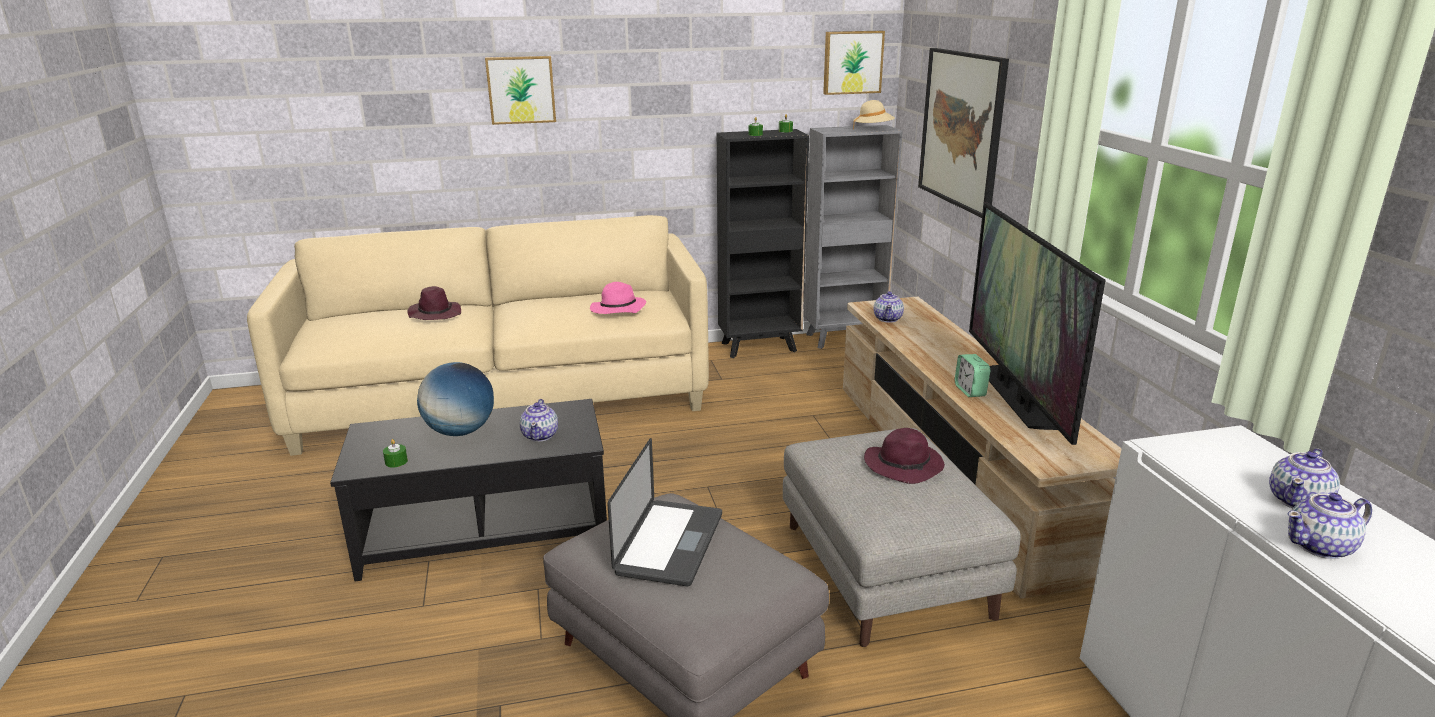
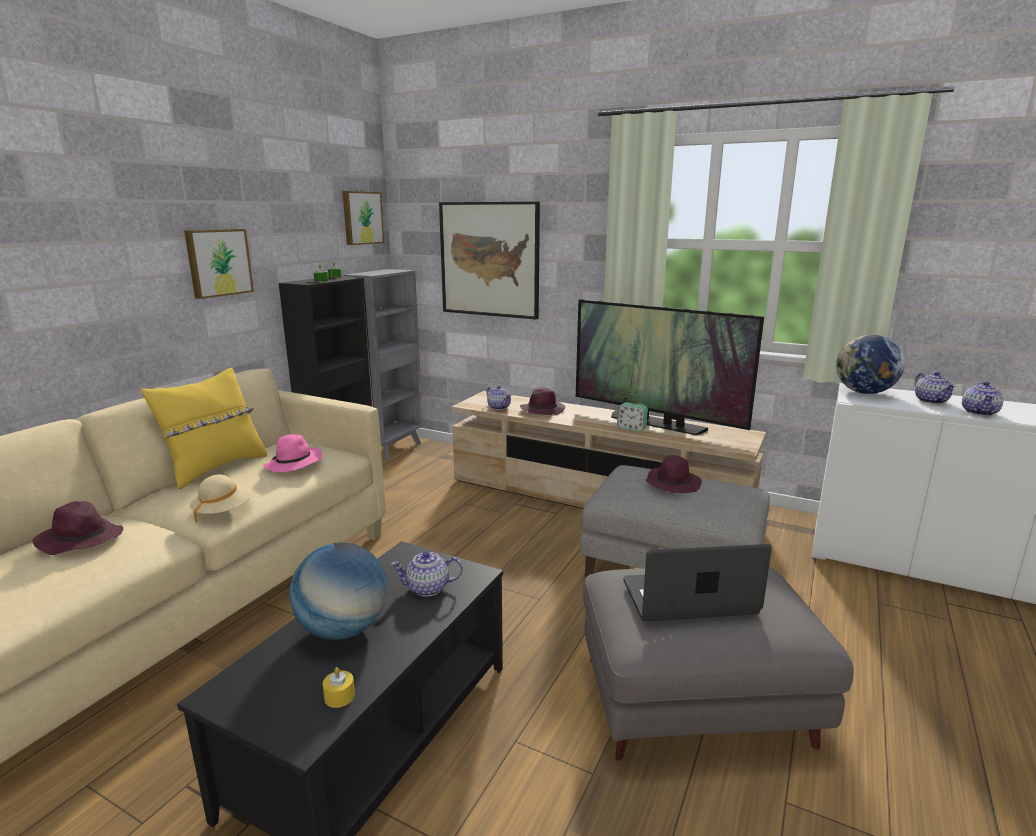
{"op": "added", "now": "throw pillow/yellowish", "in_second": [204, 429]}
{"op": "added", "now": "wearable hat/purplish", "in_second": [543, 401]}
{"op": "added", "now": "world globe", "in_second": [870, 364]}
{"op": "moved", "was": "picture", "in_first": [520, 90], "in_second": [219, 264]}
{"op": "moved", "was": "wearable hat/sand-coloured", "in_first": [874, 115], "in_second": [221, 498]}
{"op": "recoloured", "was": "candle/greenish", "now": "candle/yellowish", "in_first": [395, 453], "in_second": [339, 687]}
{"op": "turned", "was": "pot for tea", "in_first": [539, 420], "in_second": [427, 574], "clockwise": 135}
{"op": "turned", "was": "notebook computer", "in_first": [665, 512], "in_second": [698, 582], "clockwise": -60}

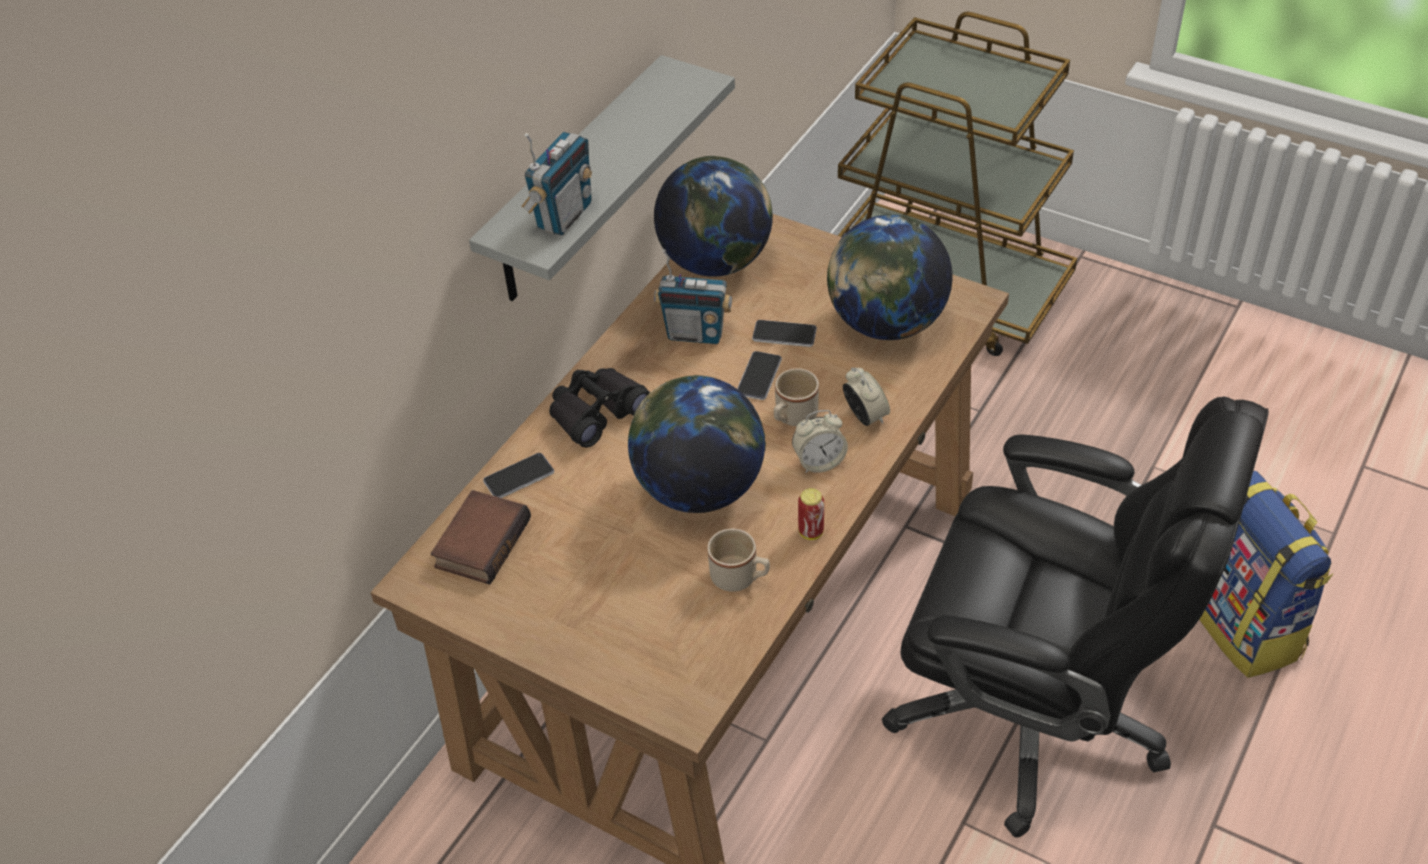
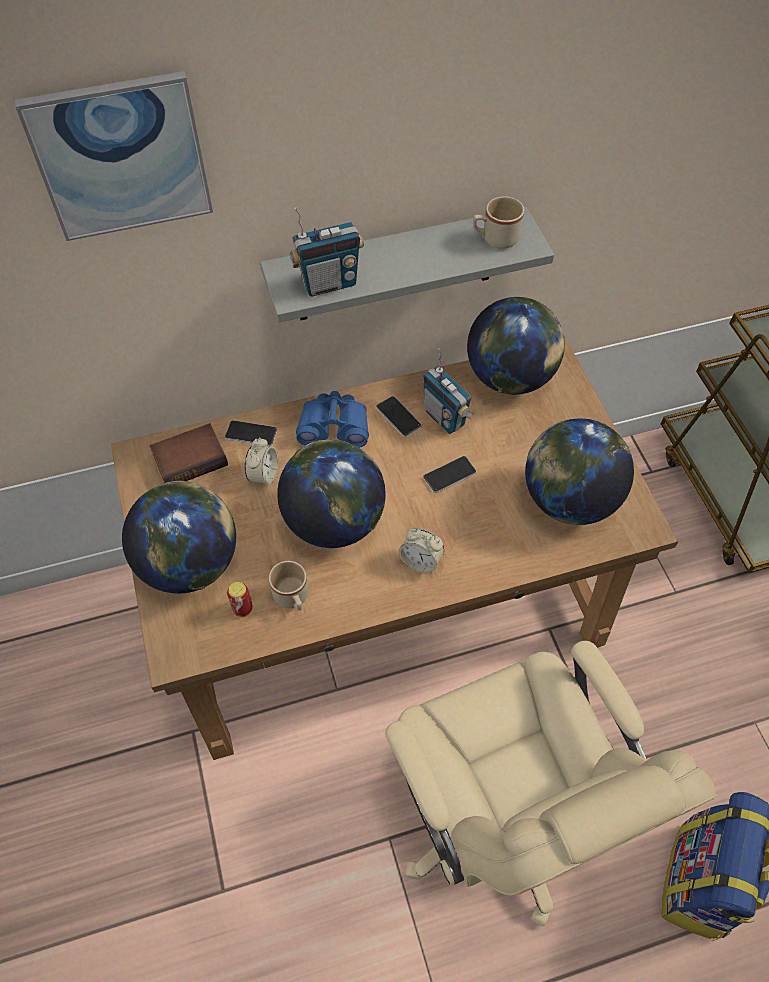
{"op": "added", "now": "picture", "in_second": [114, 156]}
{"op": "added", "now": "world globe", "in_second": [179, 537]}
{"op": "moved", "was": "phone", "in_first": [784, 333], "in_second": [398, 416]}
{"op": "moved", "was": "coffee mug/sand-coloured", "in_first": [796, 397], "in_second": [498, 222]}
{"op": "moved", "was": "sealed can", "in_first": [811, 514], "in_second": [240, 599]}
{"op": "moved", "was": "table clock", "in_first": [866, 397], "in_second": [261, 463]}
{"op": "recoloured", "was": "binoculars/black", "now": "binoculars/blue-coloured", "in_first": [600, 408], "in_second": [332, 419]}
{"op": "recoloured", "was": "office chair/black", "now": "office chair/sand-coloured", "in_first": [1075, 617], "in_second": [551, 784]}

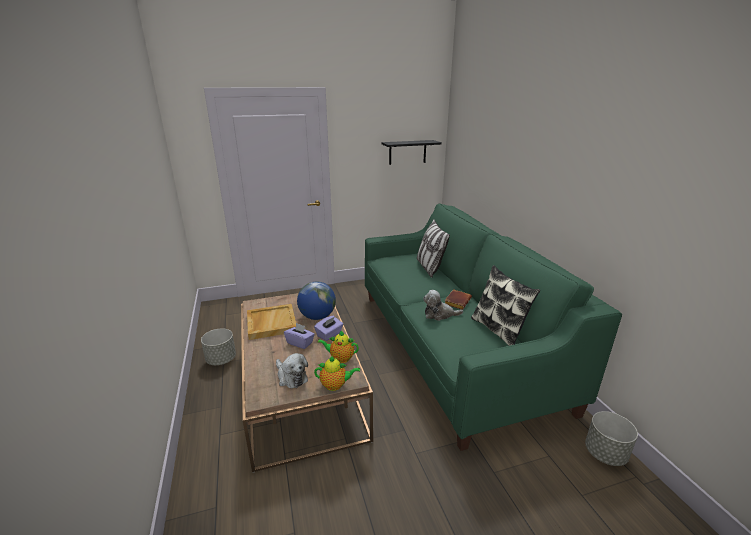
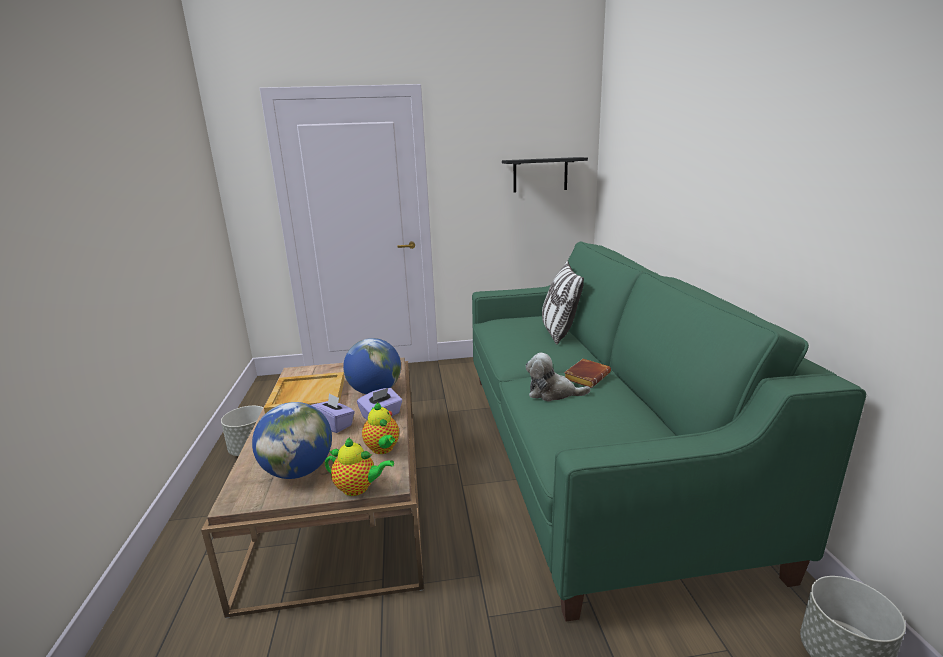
{"op": "removed", "was": "throw pillow", "in_first": [505, 305]}
{"op": "replaced", "was": "cuddly toy", "now": "world globe", "in_first": [292, 370], "in_second": [292, 440]}
{"op": "turned", "was": "pot for tea", "in_first": [338, 347], "in_second": [380, 428], "clockwise": -135}

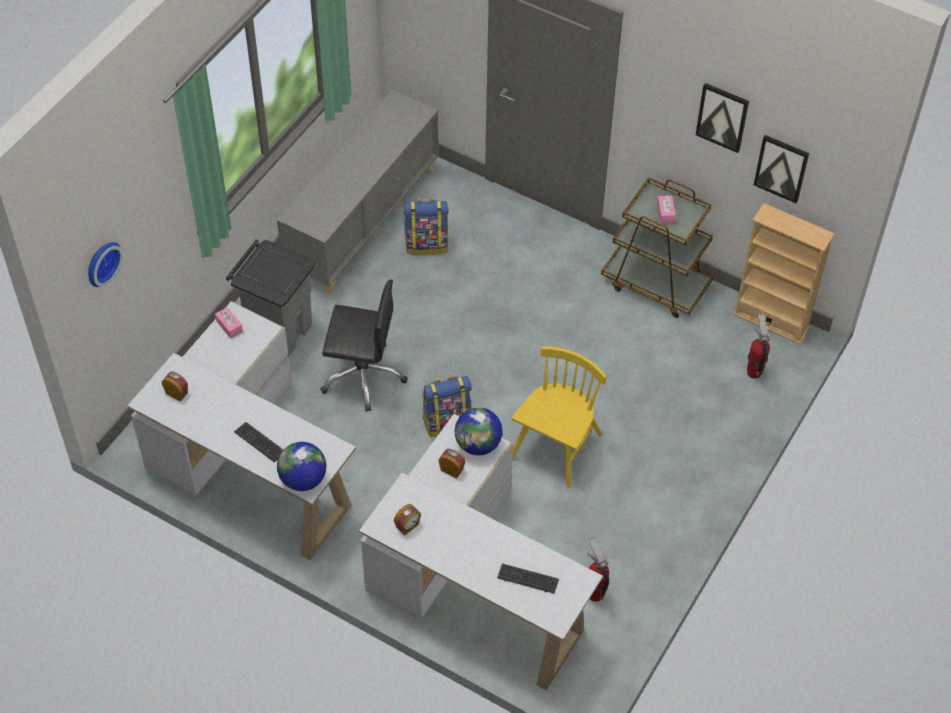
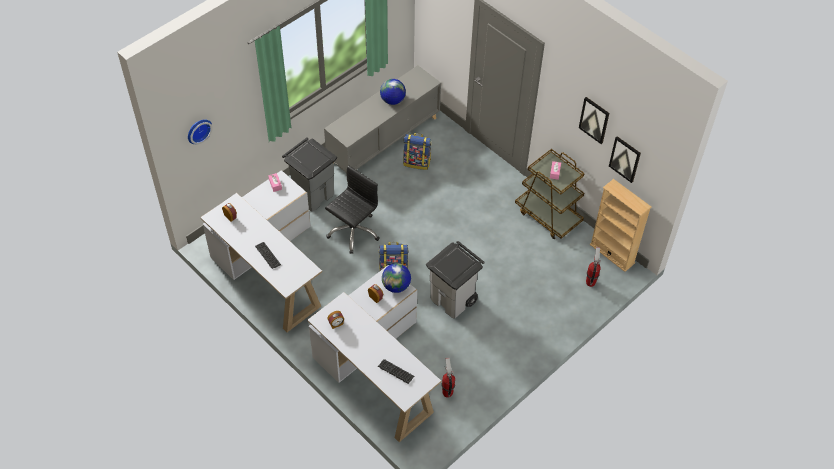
{"op": "moved", "was": "world globe", "in_first": [302, 466], "in_second": [393, 92]}
{"op": "replaced", "was": "chair/yellowish", "now": "waste bin/grey", "in_first": [559, 417], "in_second": [455, 280]}
{"op": "turned", "was": "office chair/black", "in_first": [364, 346], "in_second": [352, 209], "clockwise": -75}

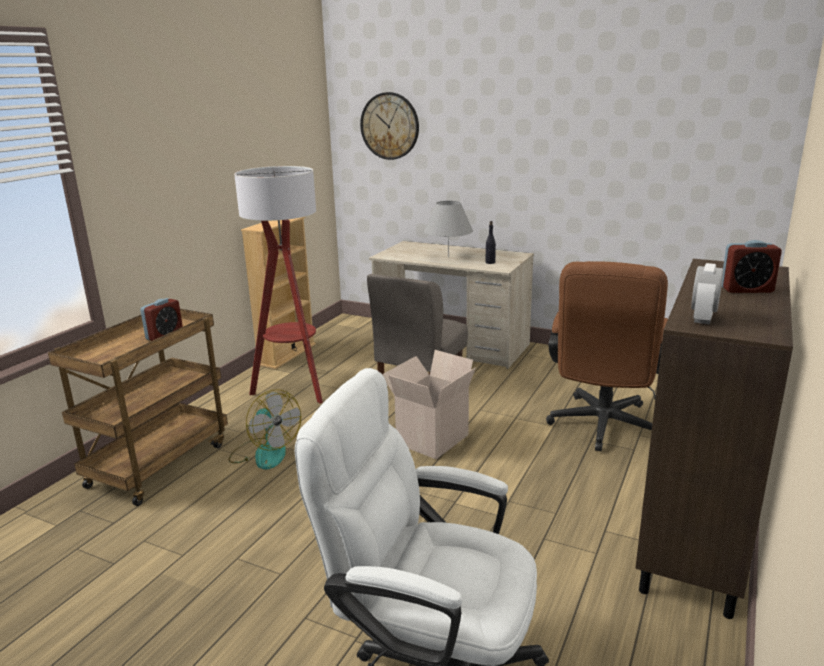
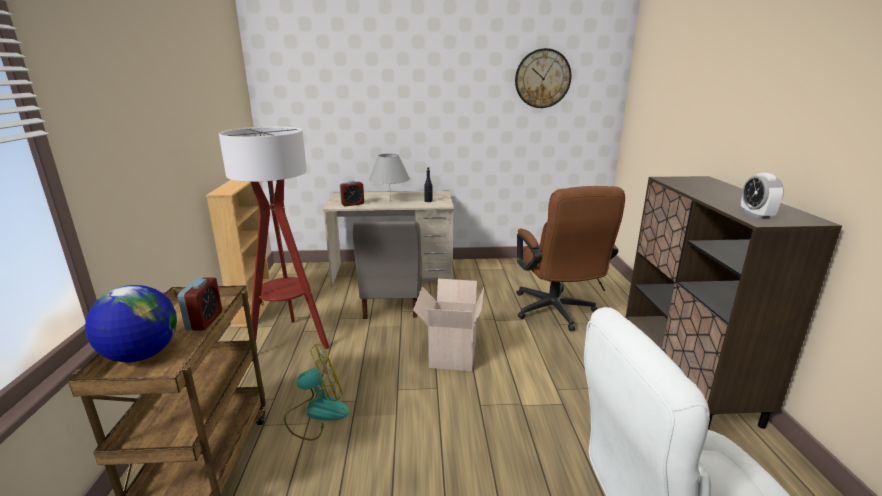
{"op": "added", "now": "world globe", "in_second": [131, 323]}
{"op": "moved", "was": "hanging clock", "in_first": [389, 126], "in_second": [543, 78]}
{"op": "moved", "was": "table clock", "in_first": [752, 266], "in_second": [352, 193]}
{"op": "turned", "was": "fan", "in_first": [264, 430], "in_second": [316, 392], "clockwise": -45}

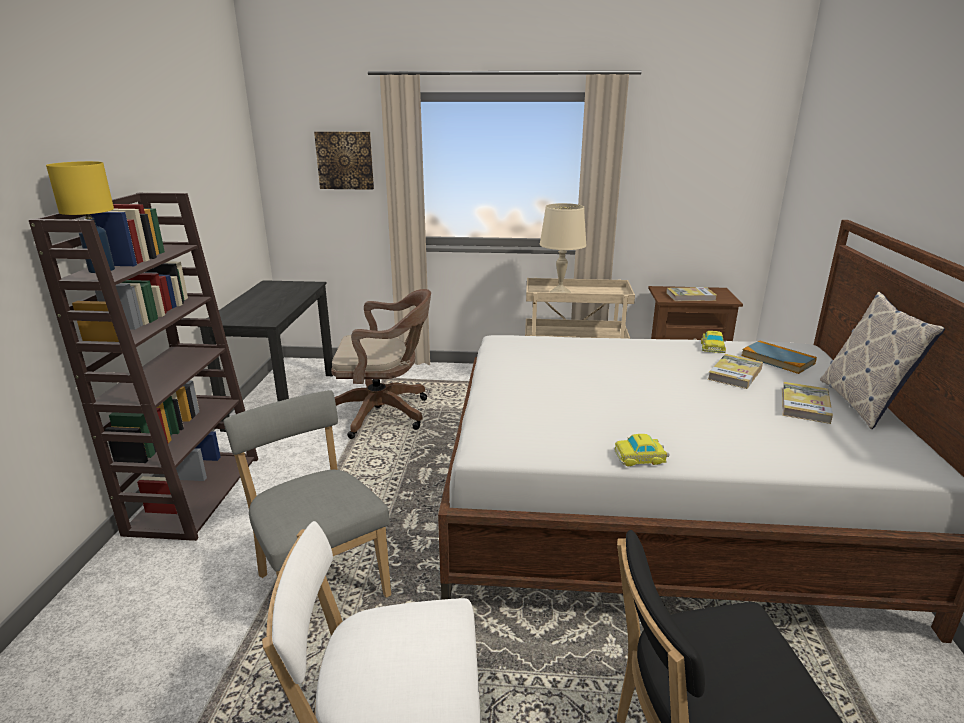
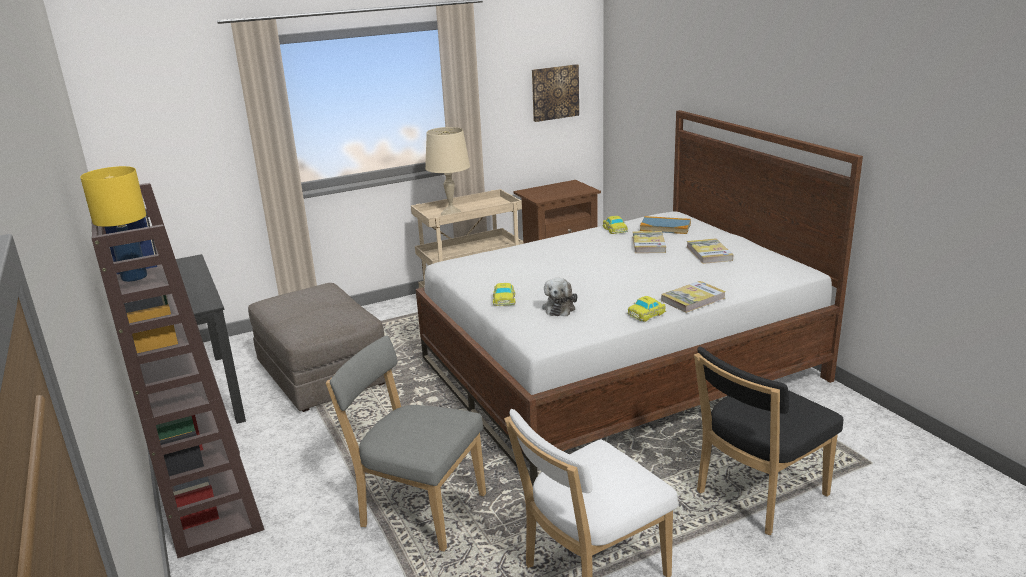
{"op": "removed", "was": "throw pillow", "in_first": [882, 360]}
{"op": "added", "now": "toy car", "in_second": [504, 294]}
{"op": "added", "now": "cuddly toy", "in_second": [559, 297]}
{"op": "moved", "was": "picture", "in_first": [344, 160], "in_second": [555, 93]}
{"op": "moved", "was": "volume", "in_first": [691, 294], "in_second": [693, 297]}
{"op": "replaced", "was": "office chair/brownish", "now": "ottoman/grey", "in_first": [381, 364], "in_second": [317, 347]}

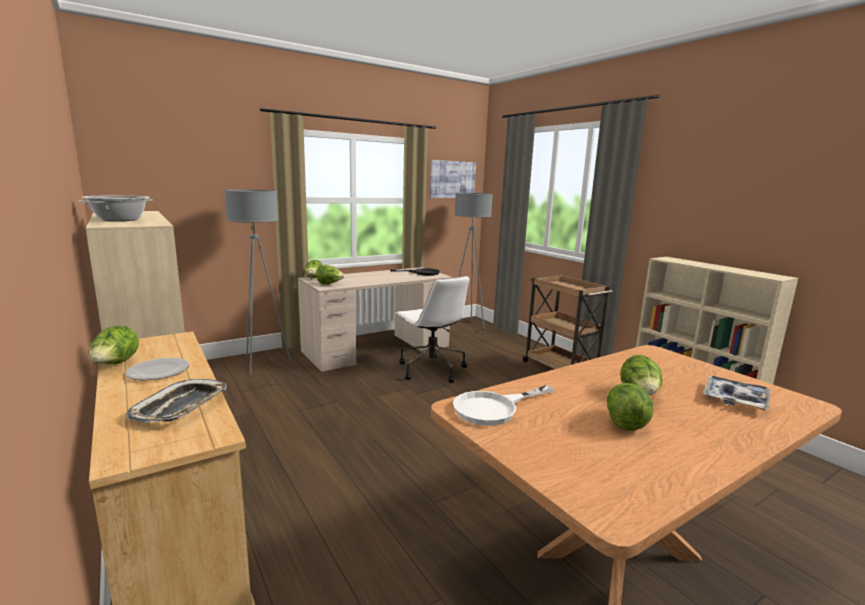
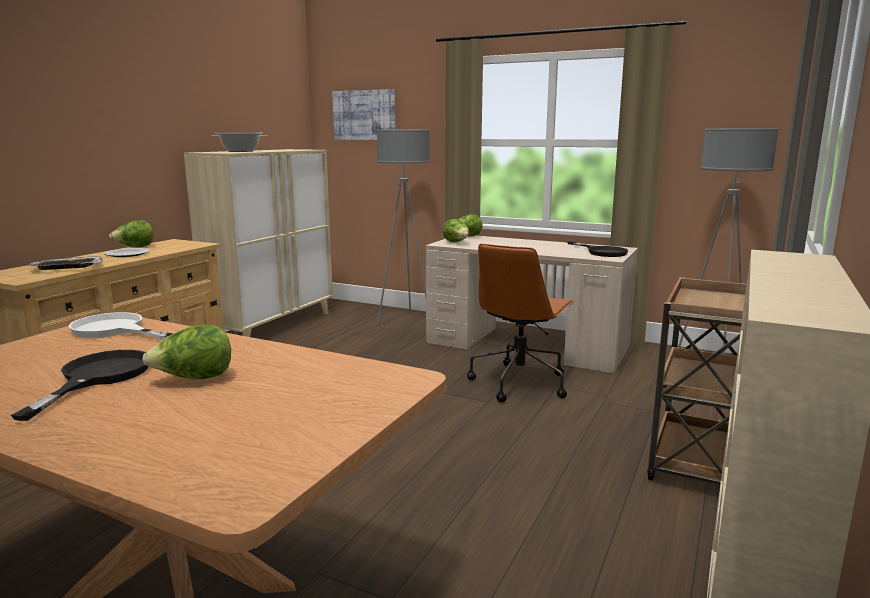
{"op": "removed", "was": "serving tray", "in_first": [737, 392]}
{"op": "moved", "was": "picture", "in_first": [453, 179], "in_second": [364, 114]}
{"op": "replaced", "was": "lettuce", "now": "frying pan/black", "in_first": [630, 407], "in_second": [79, 385]}
{"op": "recoloured", "was": "office chair/whitish", "now": "office chair/brownish", "in_first": [431, 329], "in_second": [520, 323]}

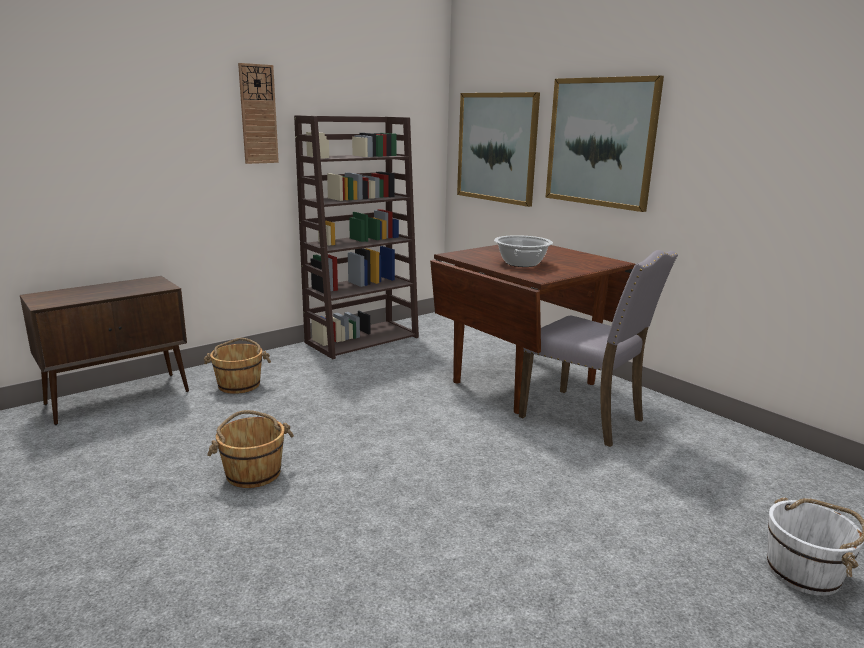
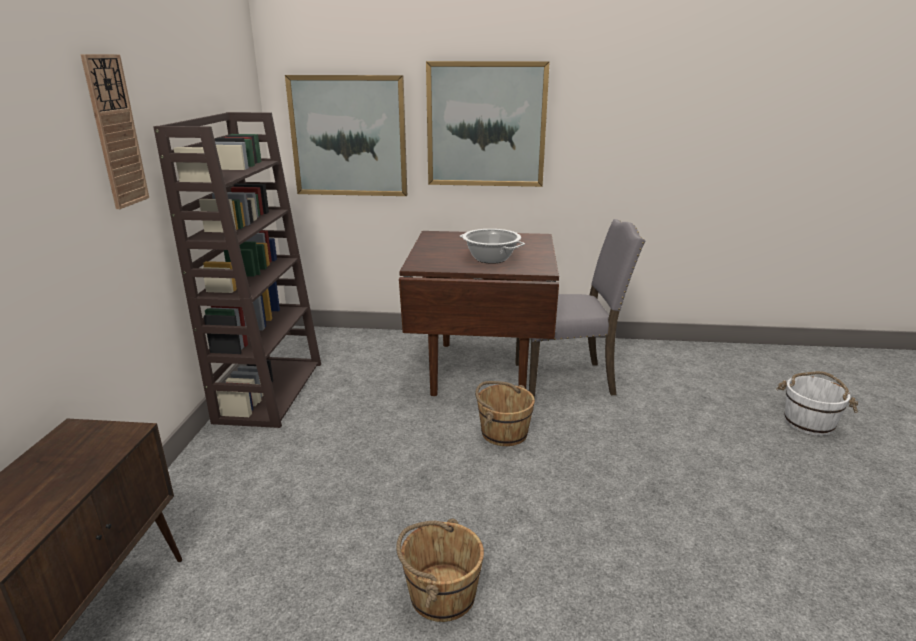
{"op": "moved", "was": "water bucket/brownish", "in_first": [237, 366], "in_second": [505, 413]}

